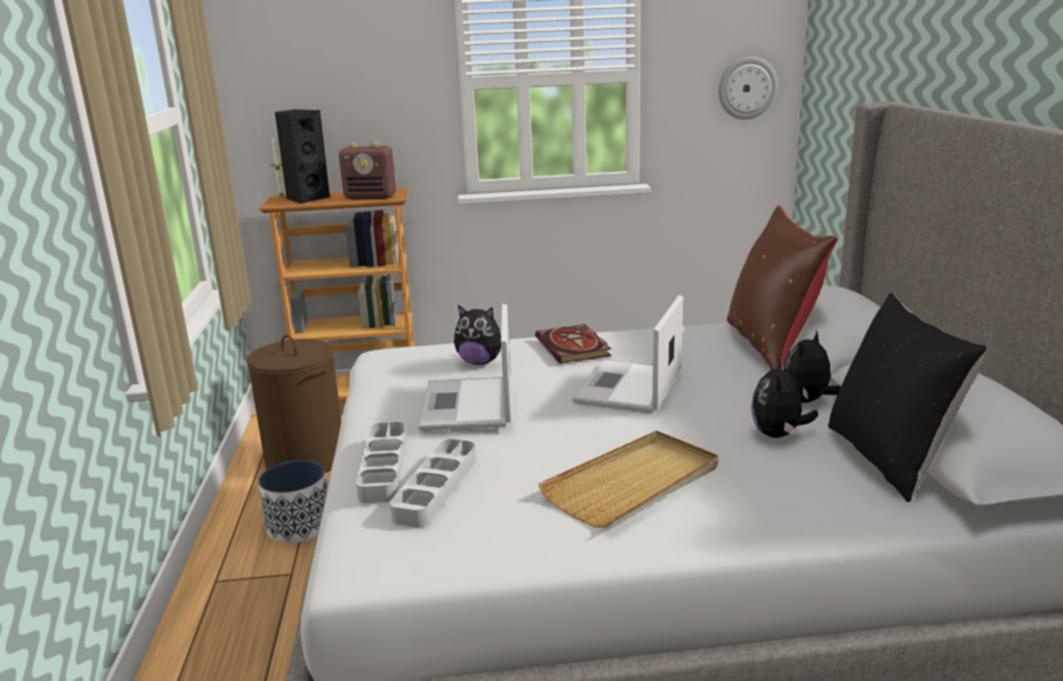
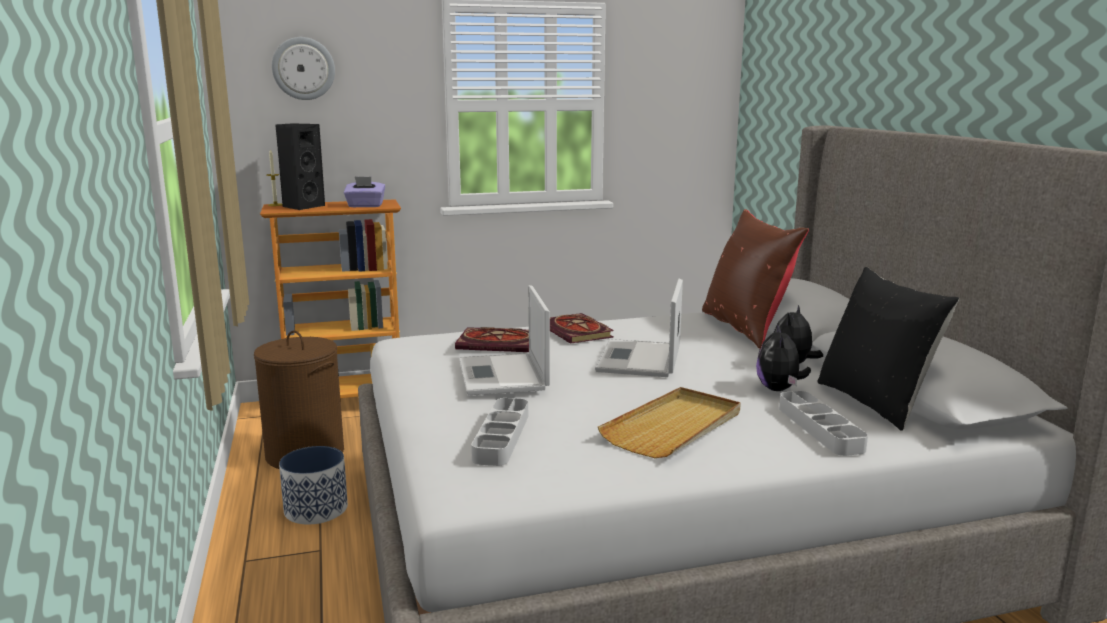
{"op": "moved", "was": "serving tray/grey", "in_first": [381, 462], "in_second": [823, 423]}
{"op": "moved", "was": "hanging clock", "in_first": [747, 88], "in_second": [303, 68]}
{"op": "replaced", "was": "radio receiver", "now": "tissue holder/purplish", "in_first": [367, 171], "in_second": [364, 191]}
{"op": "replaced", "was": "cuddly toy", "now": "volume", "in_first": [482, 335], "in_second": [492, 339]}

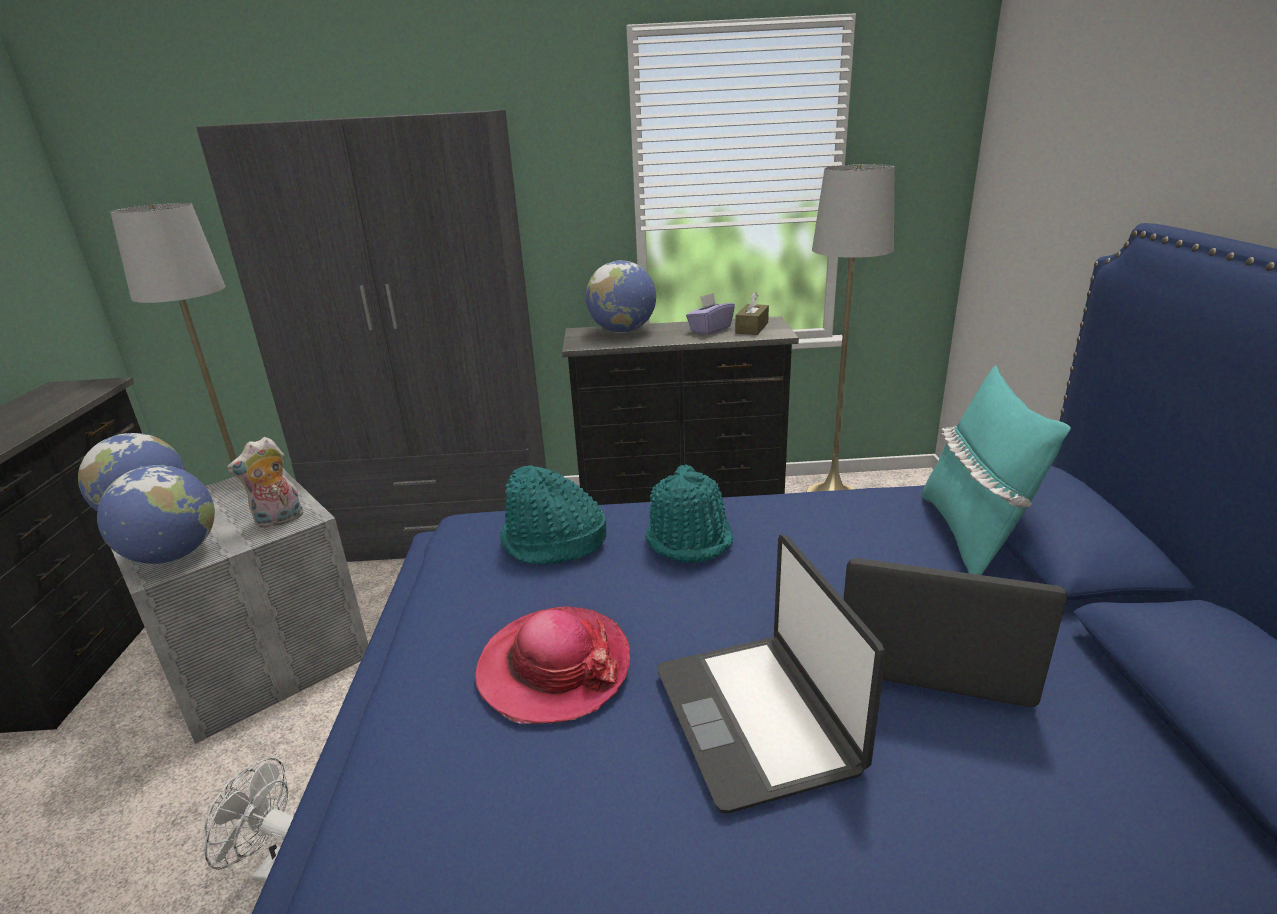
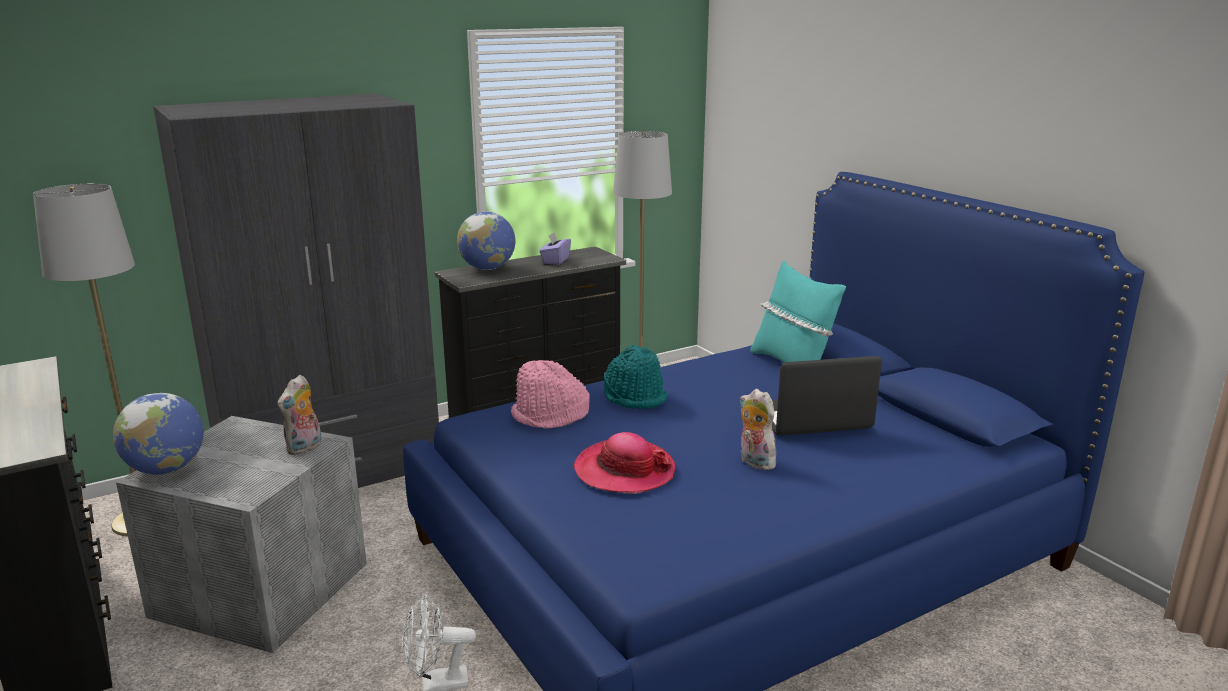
{"op": "removed", "was": "world globe", "in_first": [156, 514]}
{"op": "removed", "was": "tissue holder/brownish", "in_first": [752, 313]}
{"op": "replaced", "was": "notebook computer", "now": "cuddly toy", "in_first": [771, 673], "in_second": [759, 429]}
{"op": "recoloured", "was": "wearable hat/turquoise-coloured", "now": "wearable hat/pink", "in_first": [553, 515], "in_second": [550, 394]}

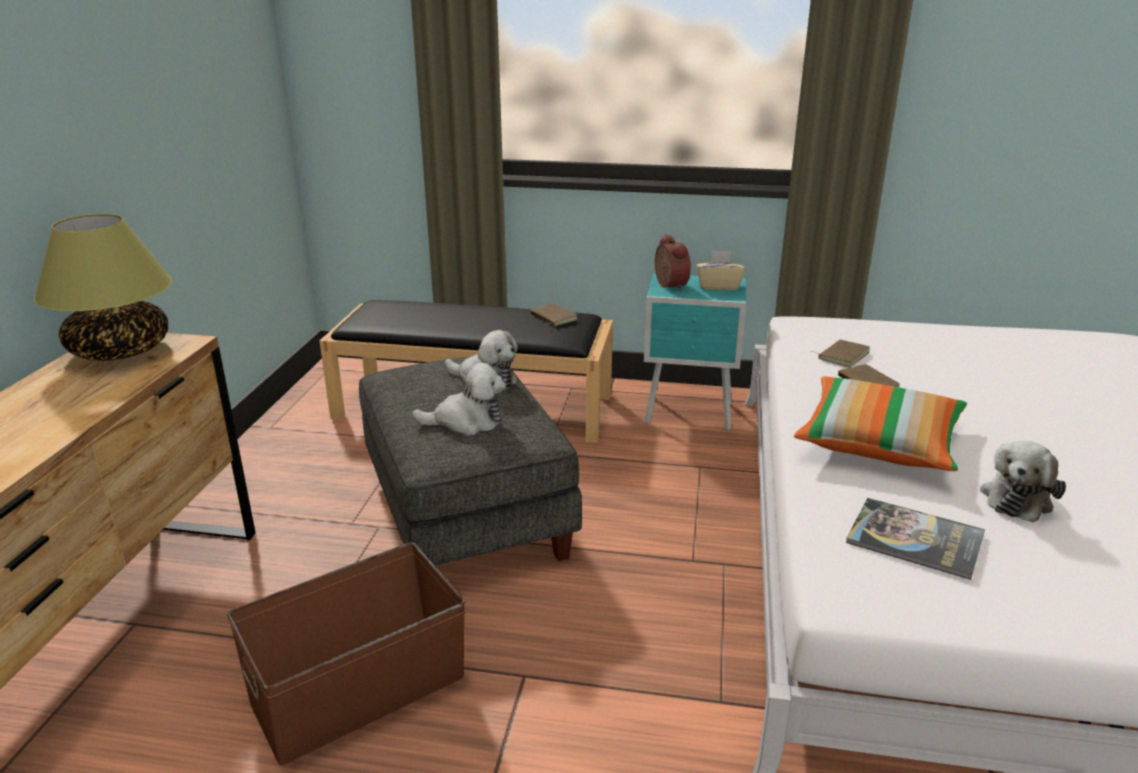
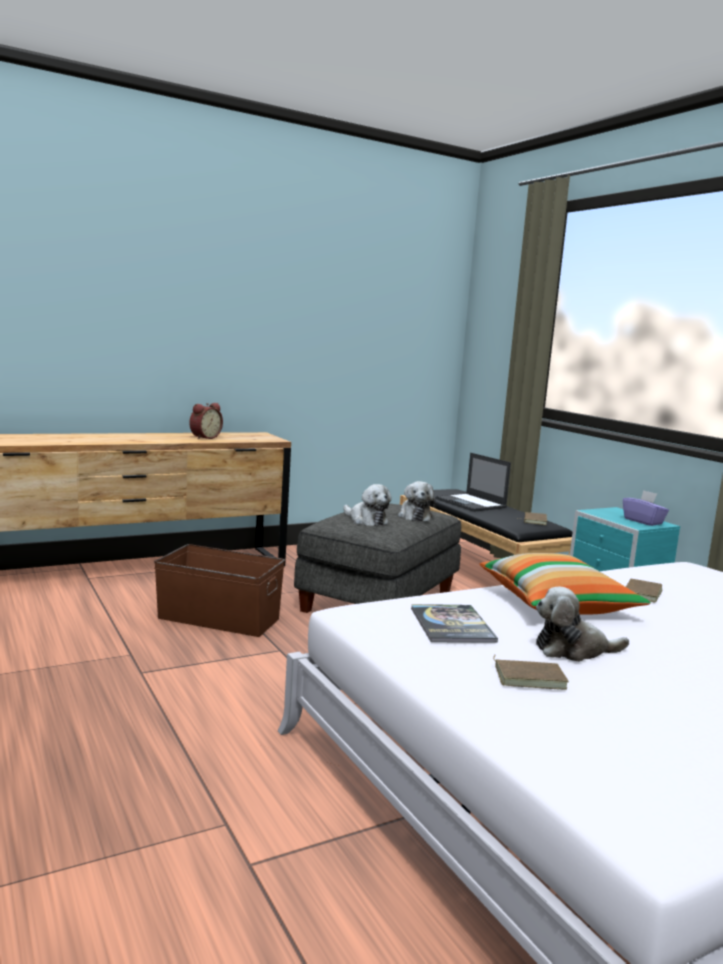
{"op": "removed", "was": "lamp for a table", "in_first": [103, 287]}
{"op": "added", "now": "notebook computer", "in_second": [473, 482]}
{"op": "moved", "was": "table clock", "in_first": [673, 262], "in_second": [206, 421]}
{"op": "moved", "was": "volume/brownish", "in_first": [840, 353], "in_second": [531, 672]}
{"op": "recoloured", "was": "tissue holder/sand-coloured", "now": "tissue holder/purplish", "in_first": [720, 270], "in_second": [646, 508]}

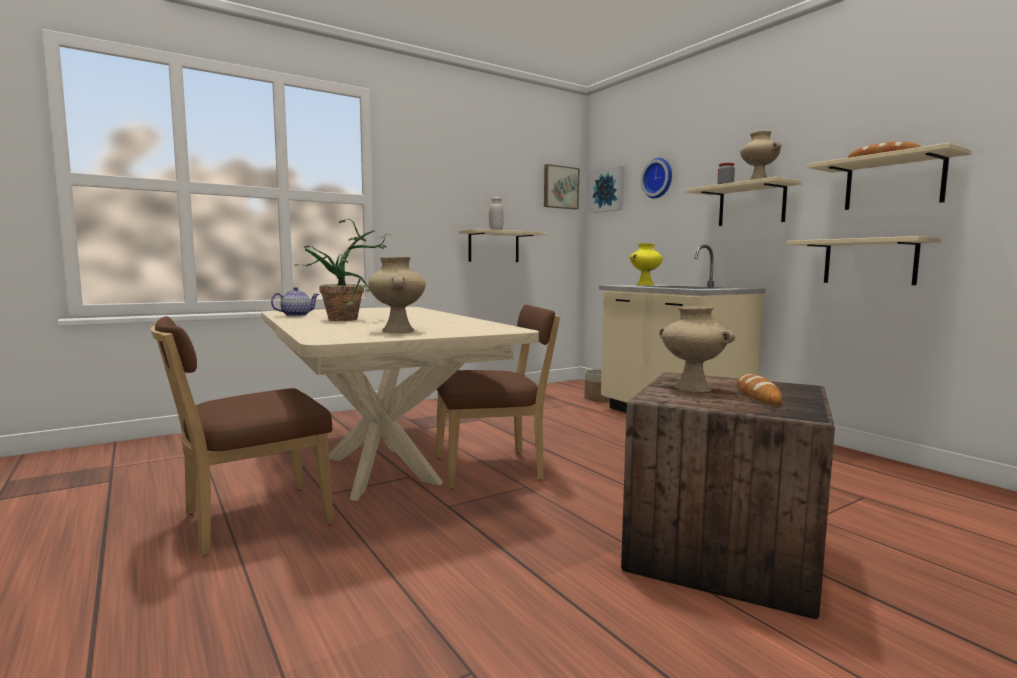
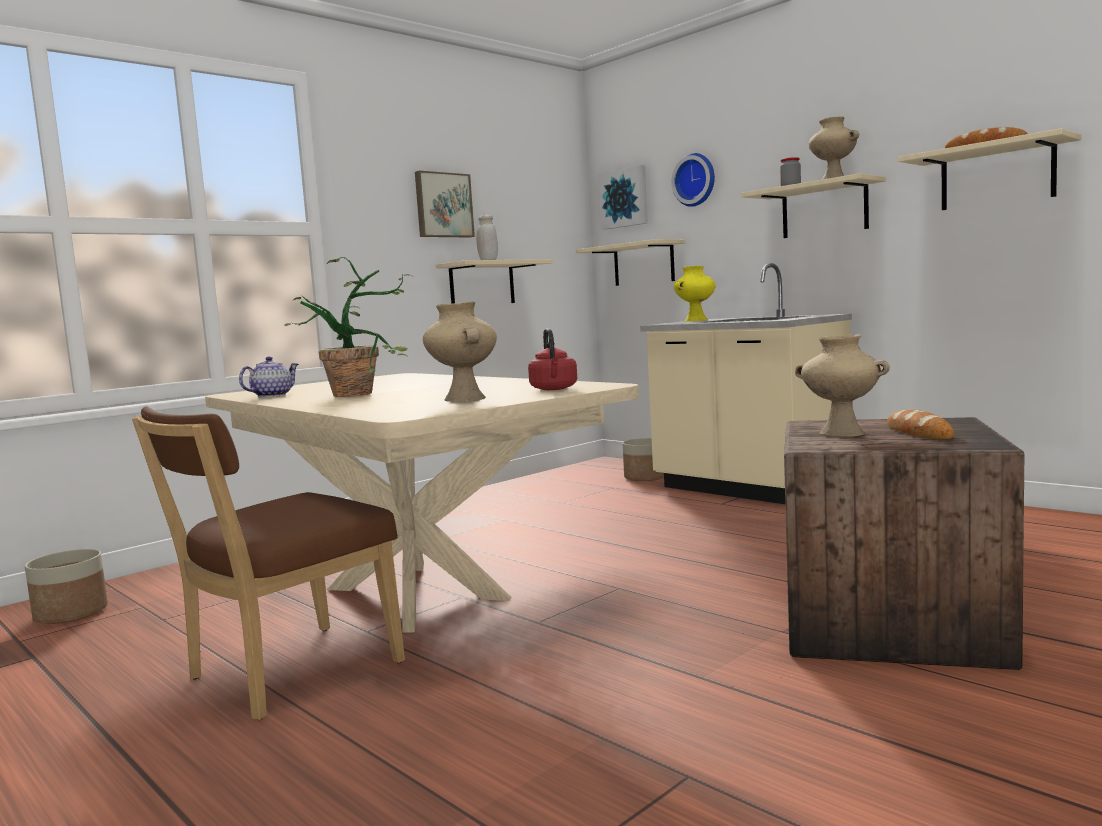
{"op": "removed", "was": "chair/brownish", "in_first": [498, 397]}
{"op": "added", "now": "plant pot", "in_second": [66, 586]}
{"op": "added", "now": "water kettle/red-coloured", "in_second": [552, 359]}
{"op": "moved", "was": "picture", "in_first": [561, 186], "in_second": [445, 204]}
{"op": "moved", "was": "shelf/sand-coloured", "in_first": [864, 260], "in_second": [630, 262]}

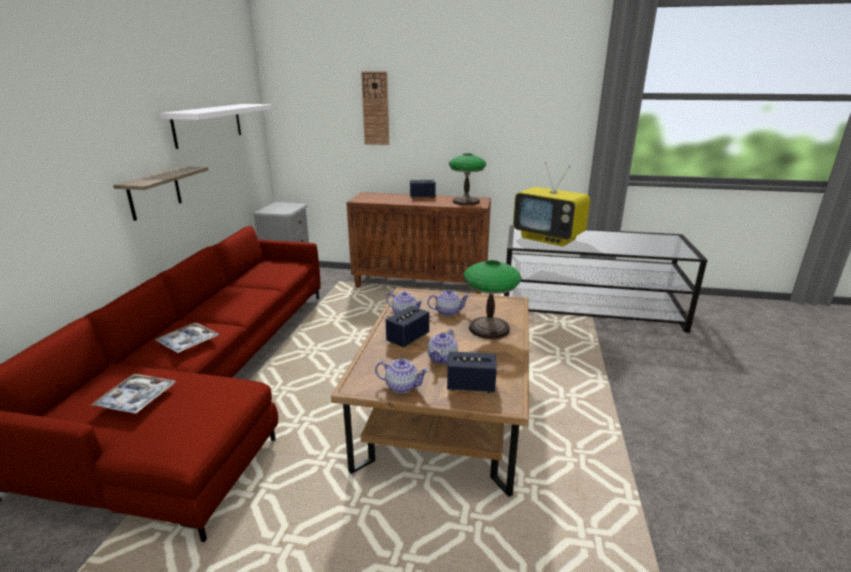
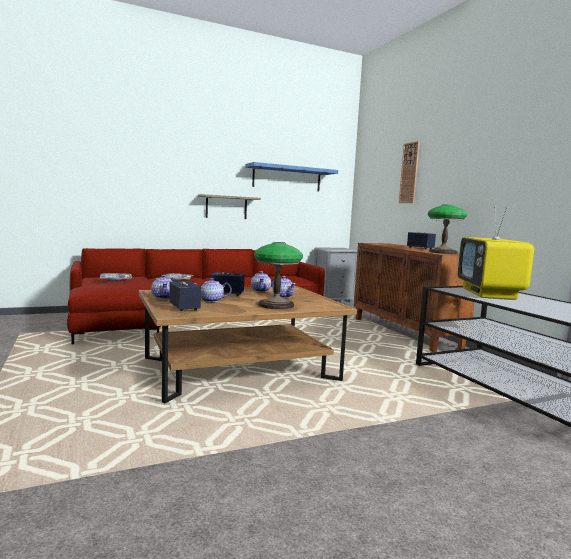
{"op": "recoloured", "was": "shelf/whitish", "now": "shelf/blue-coloured", "in_first": [216, 126], "in_second": [291, 177]}

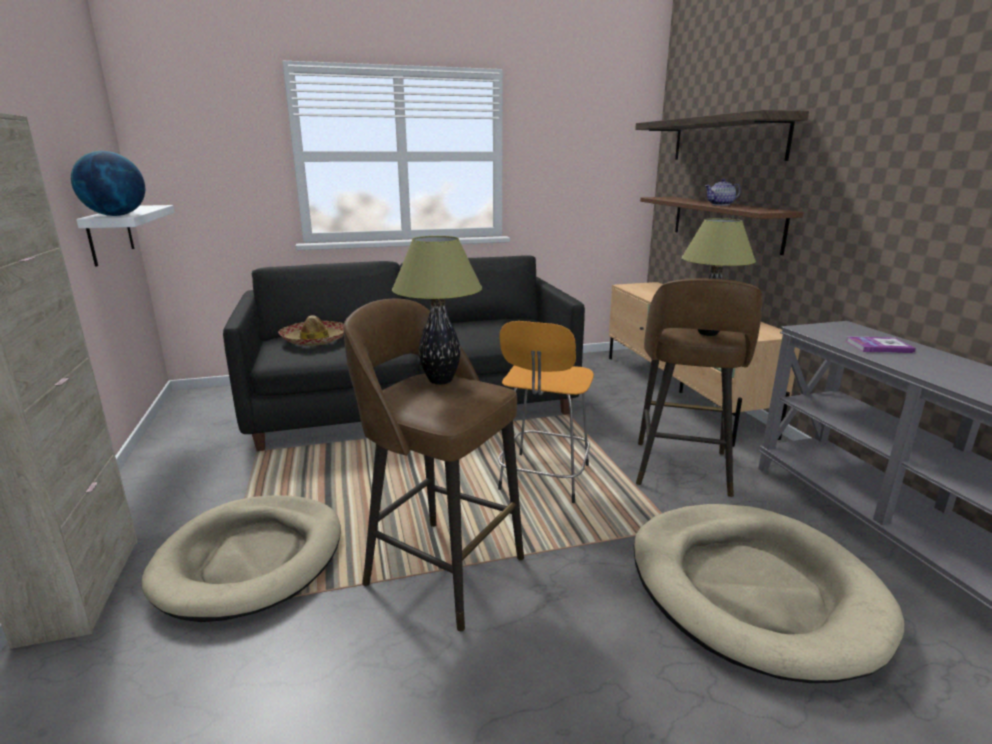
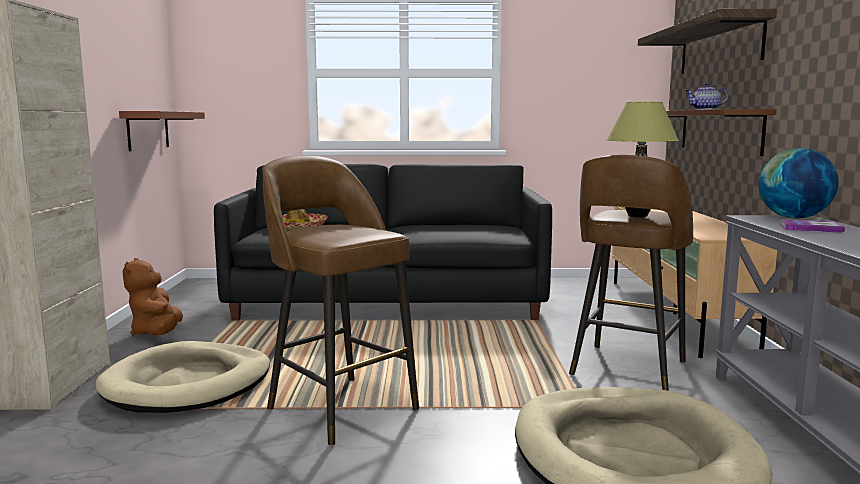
{"op": "removed", "was": "lamp for a table", "in_first": [437, 310]}
{"op": "removed", "was": "stool/orange", "in_first": [546, 412]}
{"op": "added", "now": "cuddly toy/brownish", "in_second": [152, 297]}
{"op": "moved", "was": "world globe", "in_first": [108, 183], "in_second": [798, 183]}
{"op": "recoloured", "was": "shelf/whitish", "now": "shelf/brownish", "in_first": [125, 236], "in_second": [162, 131]}

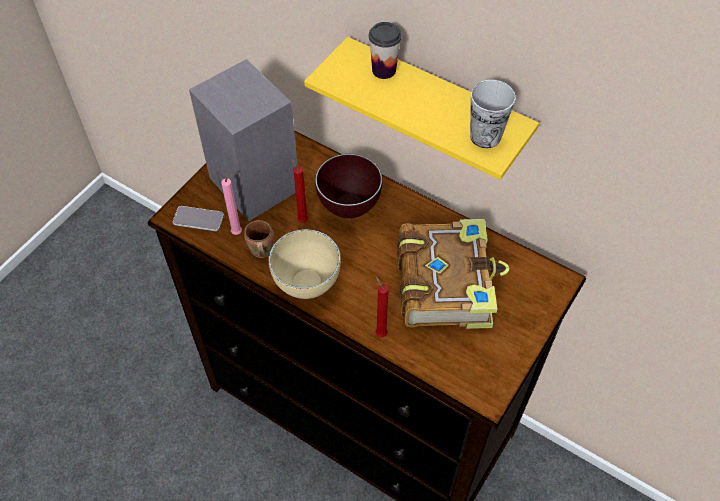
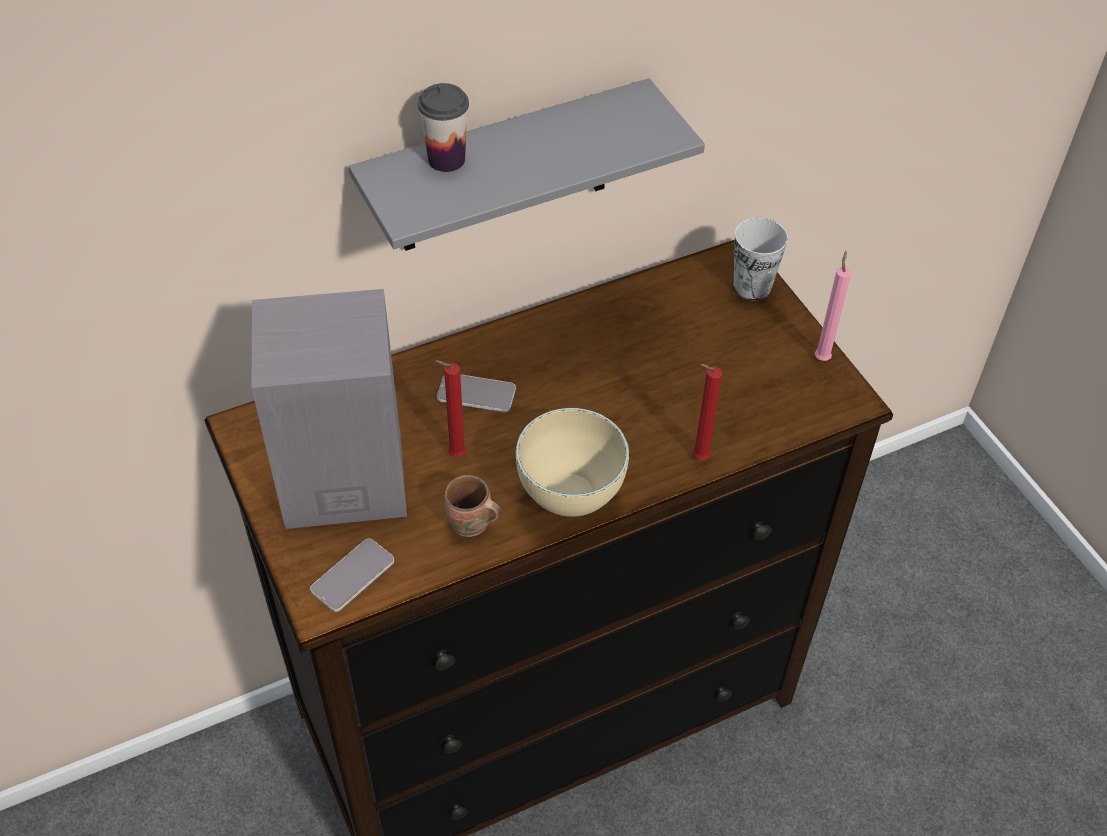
{"op": "removed", "was": "volume", "in_first": [453, 274]}
{"op": "moved", "was": "candle/pink", "in_first": [231, 203], "in_second": [833, 306]}
{"op": "moved", "was": "drinking cup", "in_first": [493, 114], "in_second": [761, 259]}
{"op": "replaced", "was": "deep dish/brownish", "now": "phone", "in_first": [348, 186], "in_second": [476, 393]}
{"op": "recoloured", "was": "shelf/yellowish", "now": "shelf/grey", "in_first": [421, 108], "in_second": [527, 164]}

